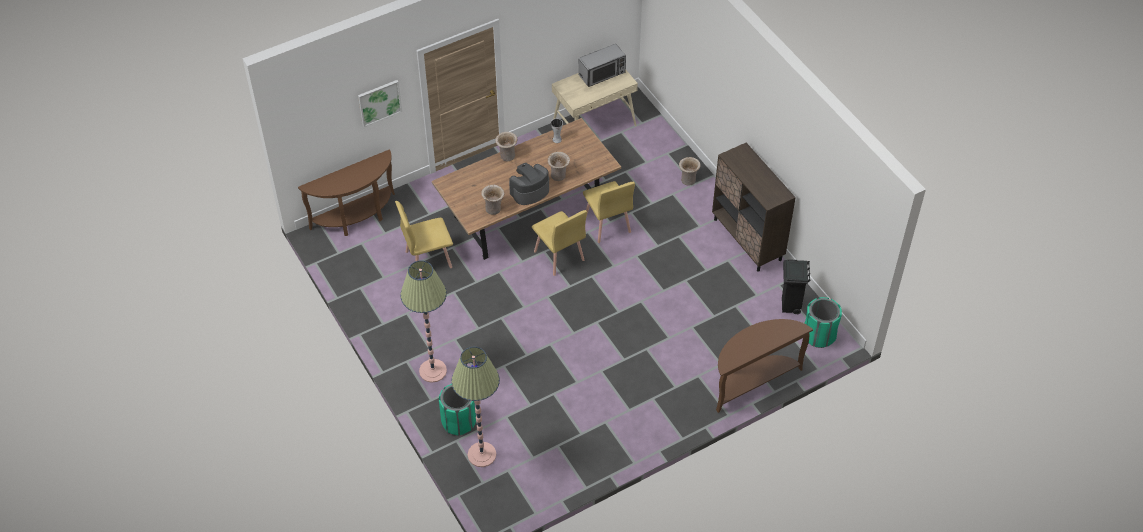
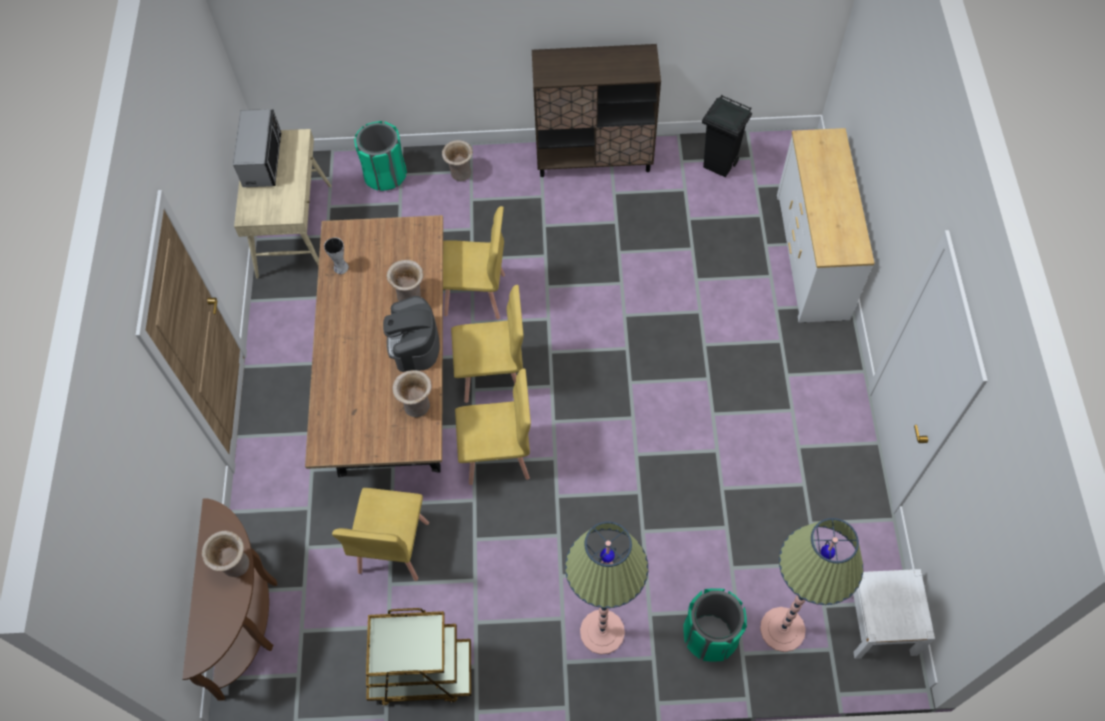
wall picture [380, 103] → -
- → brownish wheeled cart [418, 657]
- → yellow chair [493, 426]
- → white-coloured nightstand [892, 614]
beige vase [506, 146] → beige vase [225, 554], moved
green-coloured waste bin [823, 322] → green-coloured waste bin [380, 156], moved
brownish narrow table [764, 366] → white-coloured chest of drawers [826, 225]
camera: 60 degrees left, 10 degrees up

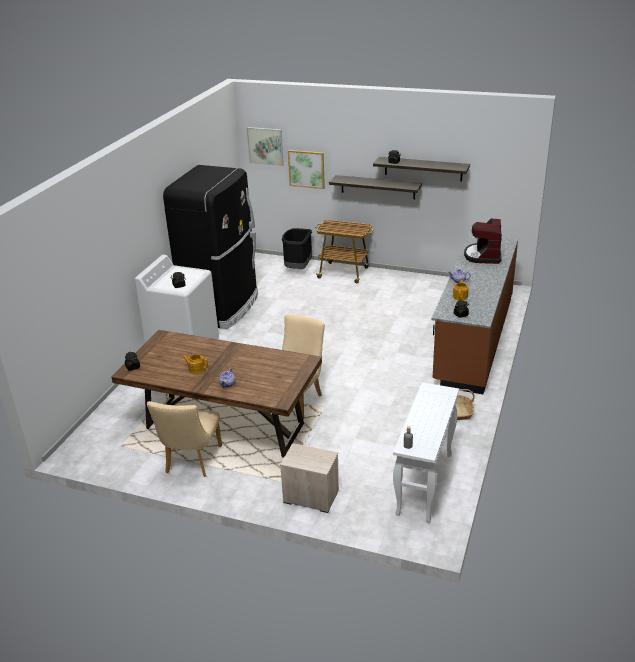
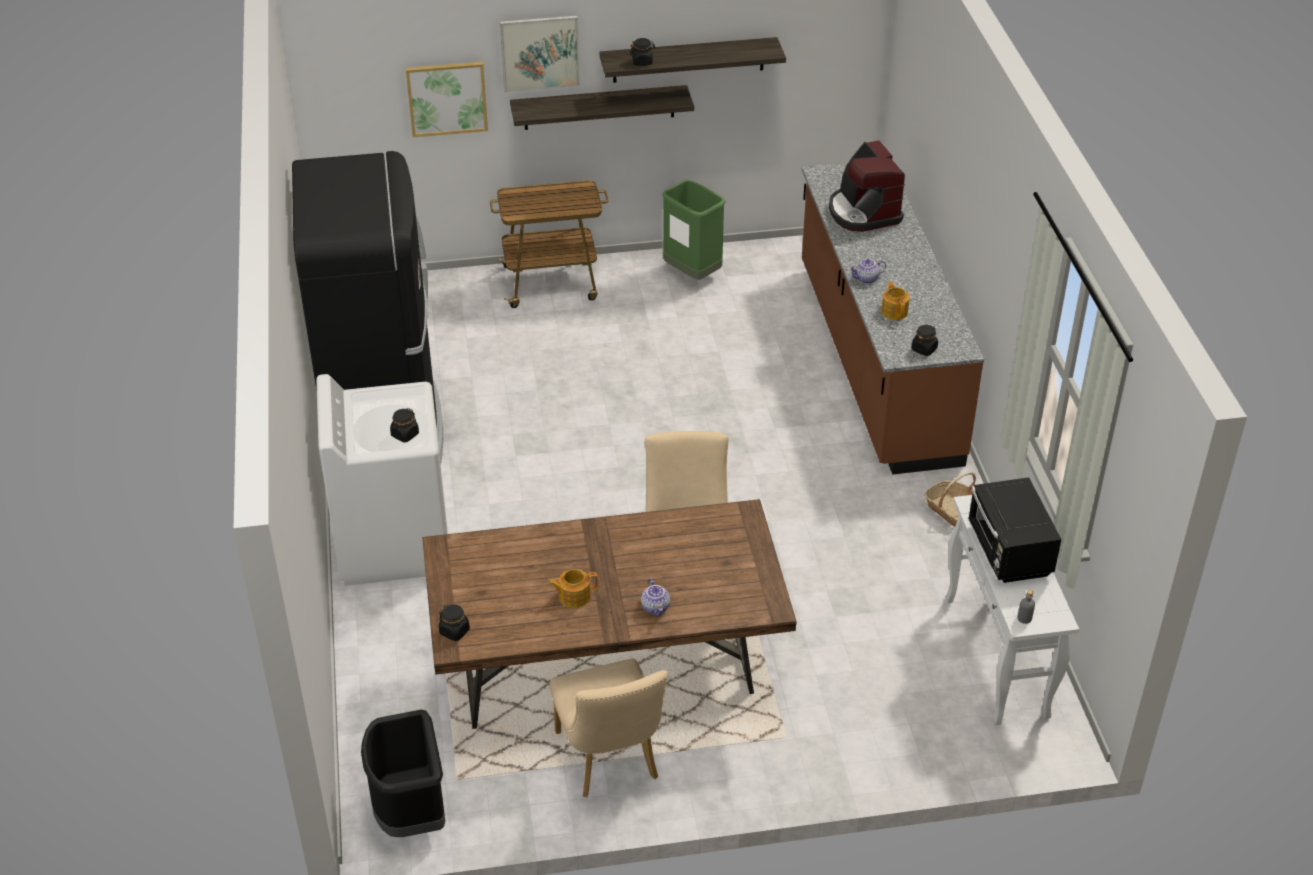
nightstand [309, 478] → -
- → green-coloured waste bin [694, 230]
- → blackish kitchen microwave [1014, 530]
wall picture [265, 146] → wall picture [540, 54], moved
blackish waste bin [297, 248] → blackish waste bin [403, 773], moved
camera: 30 degrees left, 10 degrees up

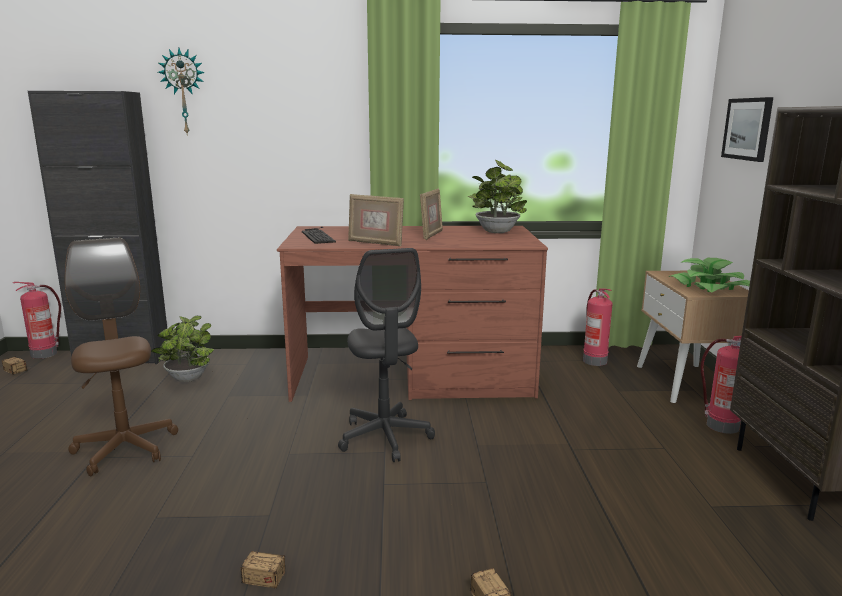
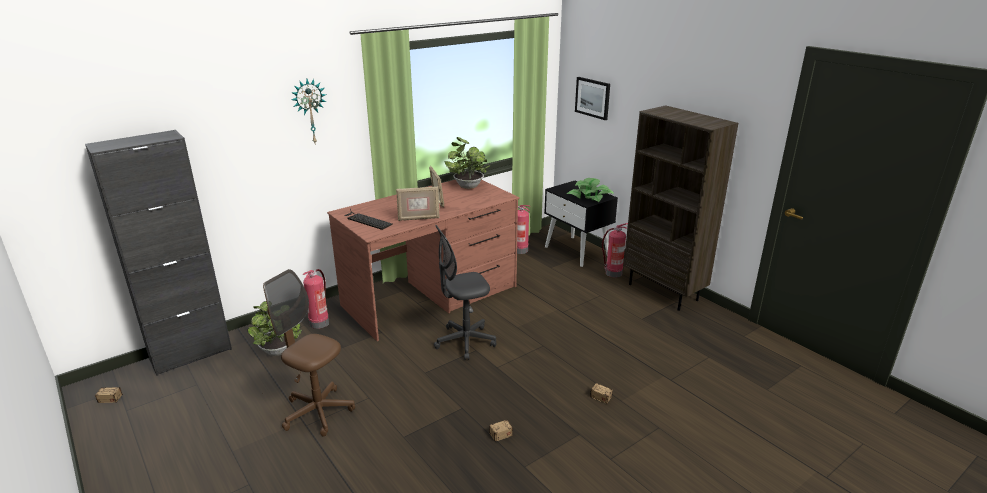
fire extinguisher [37, 320] → fire extinguisher [316, 299], moved
clock on the wall [181, 92] → clock on the wall [308, 112], moved
beige nightstand [693, 337] → blackish nightstand [581, 224]
greyish desk chair [386, 355] → greyish desk chair [465, 292], 120 degrees clockwise
camera: 35 degrees left, 10 degrees up

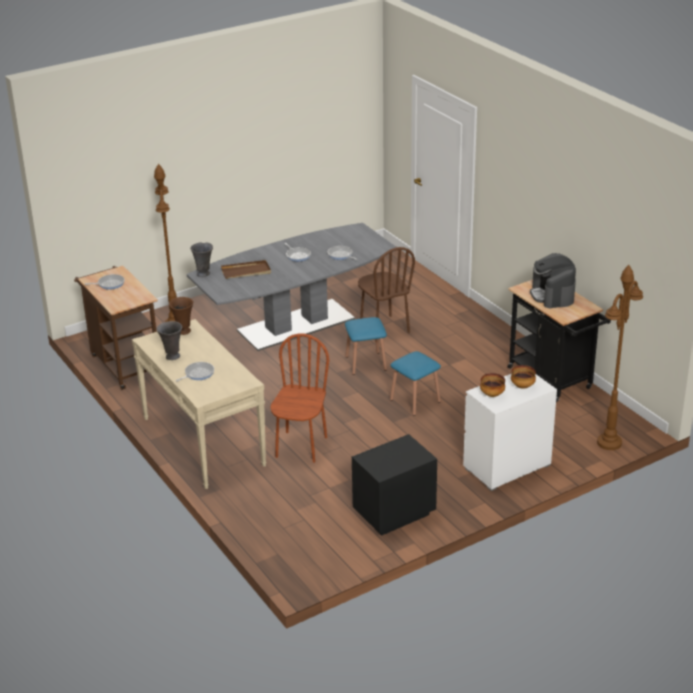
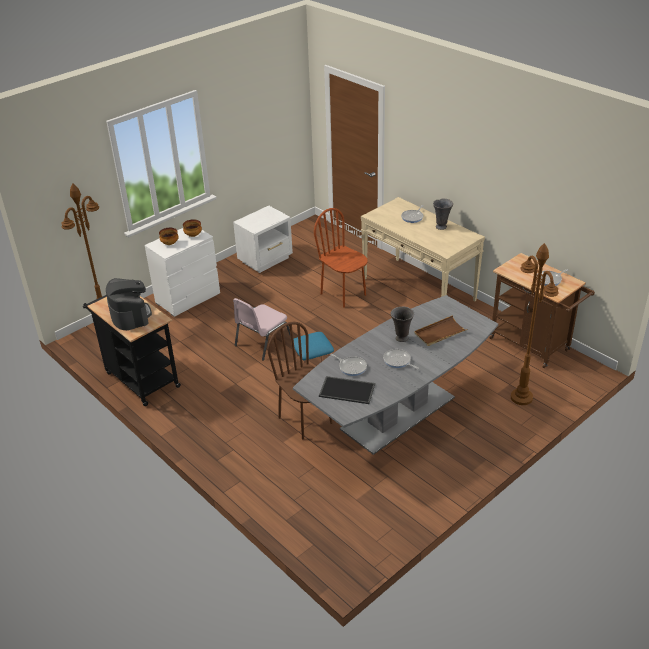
brownish vase [181, 316] → -
- → serving tray [347, 390]
greyish vase [201, 259] → greyish vase [402, 324], moved
blue stool seat [415, 383] → pink chair [262, 329]
blackish nightstand [394, 485] → white-coloured nightstand [263, 239]
brownish chair [299, 398] → brownish chair [341, 258], 135 degrees clockwise
camera: 170 degrees right, 5 degrees up

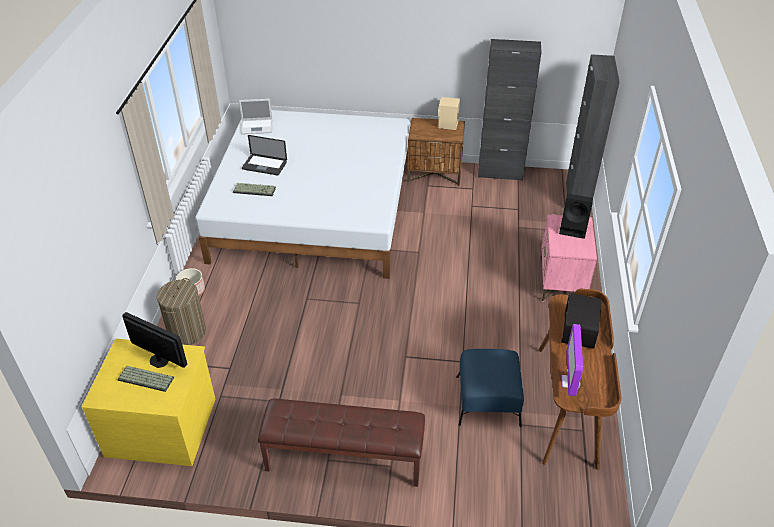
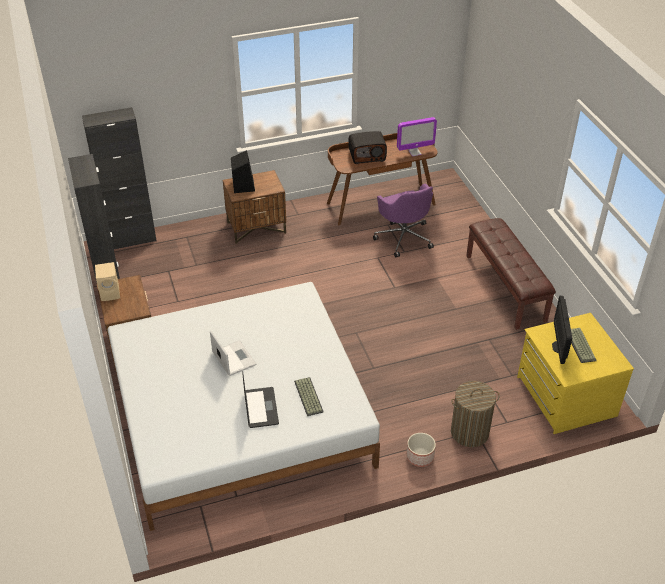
laptop [255, 117] → laptop [233, 353], moved
blue ottoman [490, 388] → purple-coloured desk chair [403, 221]
pink nightstand [568, 257] → brownish nightstand [254, 207]
camera: 115 degrees left, 0 degrees up

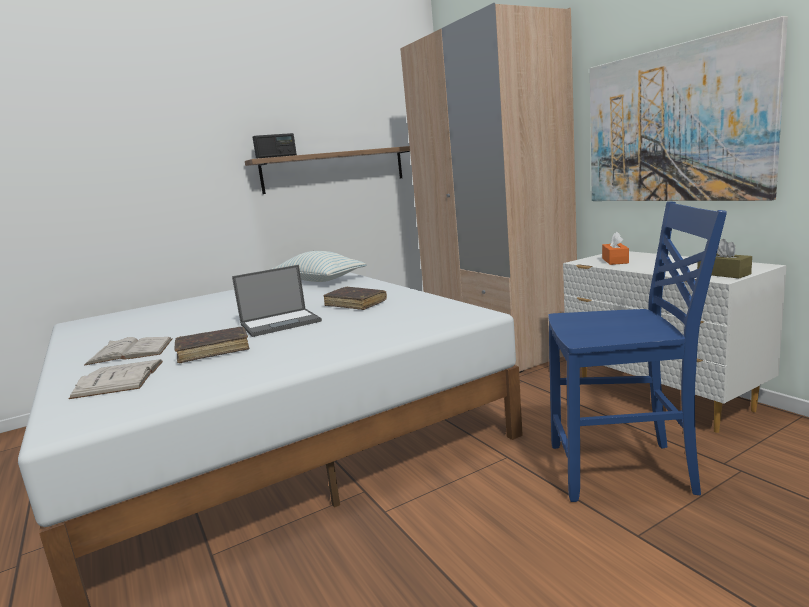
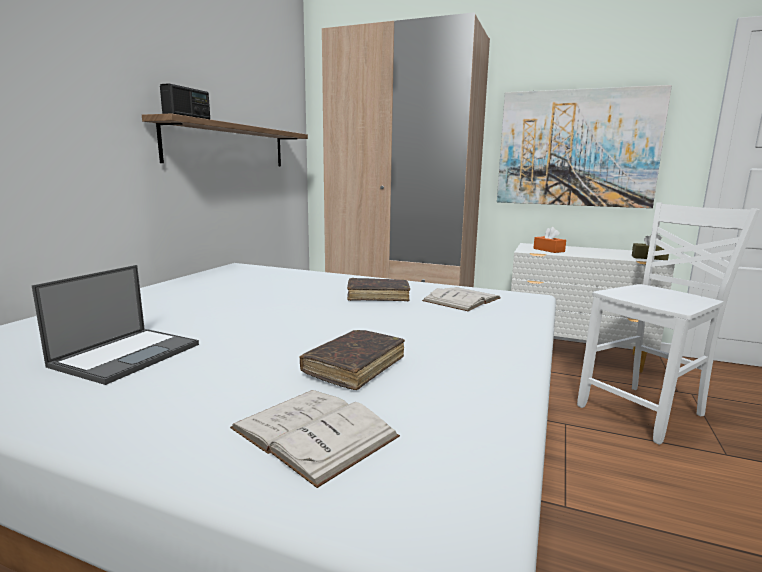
cushion [318, 266] → -
white-coloured book [128, 351] → white-coloured book [461, 299], moved
laptop [277, 301] → laptop [115, 325], moved
blue chair [637, 351] → white-coloured chair [668, 323]
camera: 40 degrees left, 0 degrees up

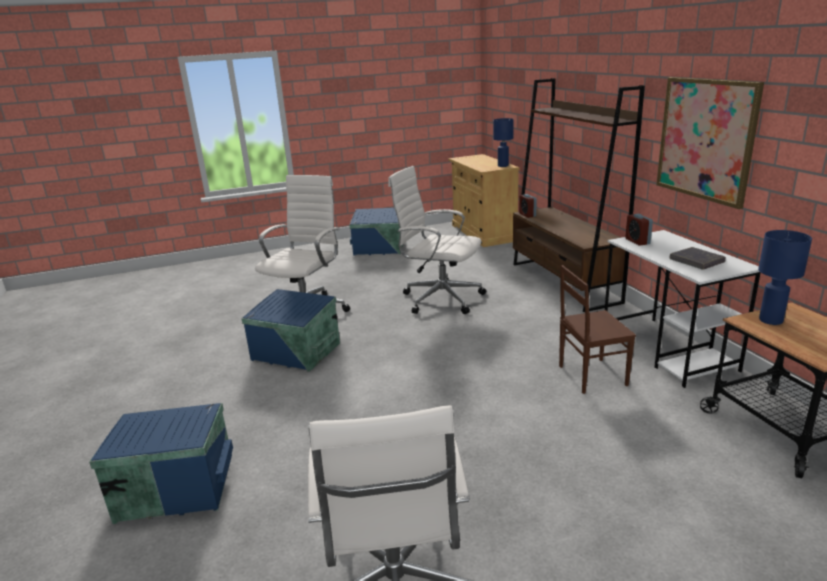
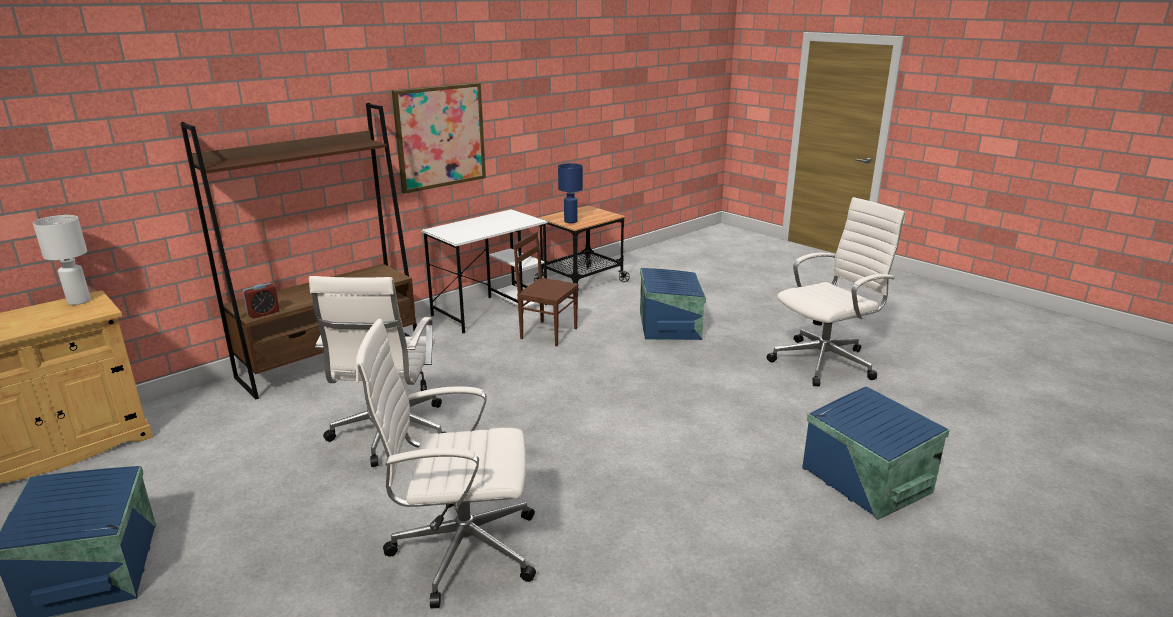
alarm clock [639, 230] → -
greyish book [697, 258] → -
blue storage box [290, 330] → blue storage box [673, 304], moved
blue table lamp [503, 142] → white-coloured table lamp [62, 260]
brownish chair [597, 329] → brownish chair [546, 289], 150 degrees clockwise
camera: 115 degrees left, 0 degrees up

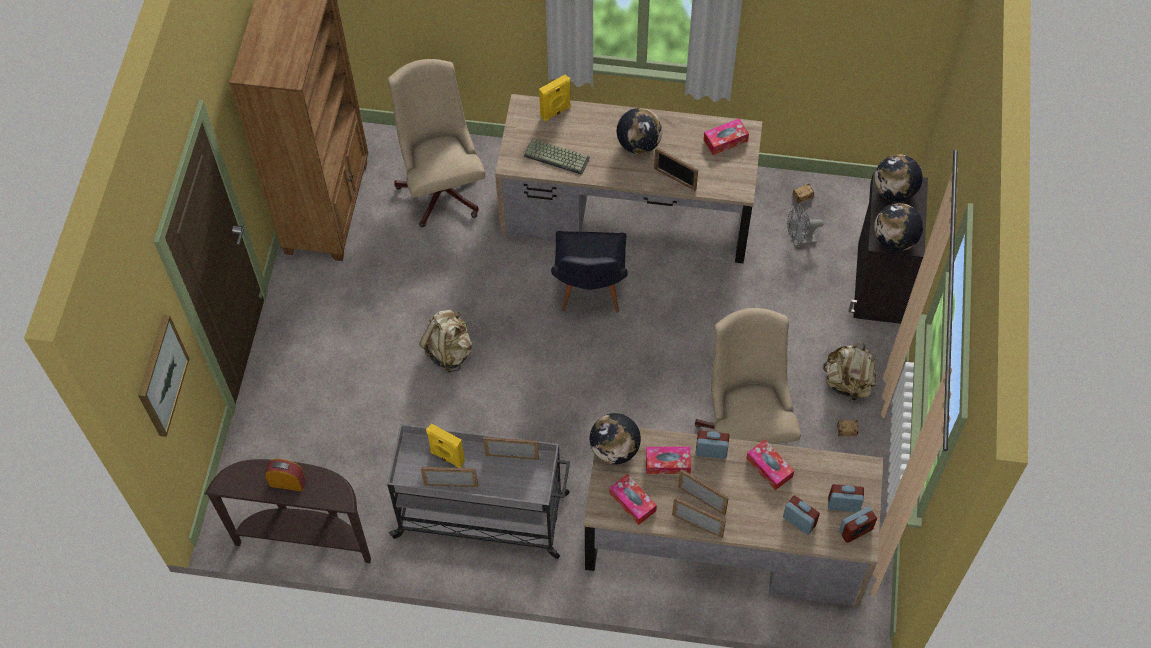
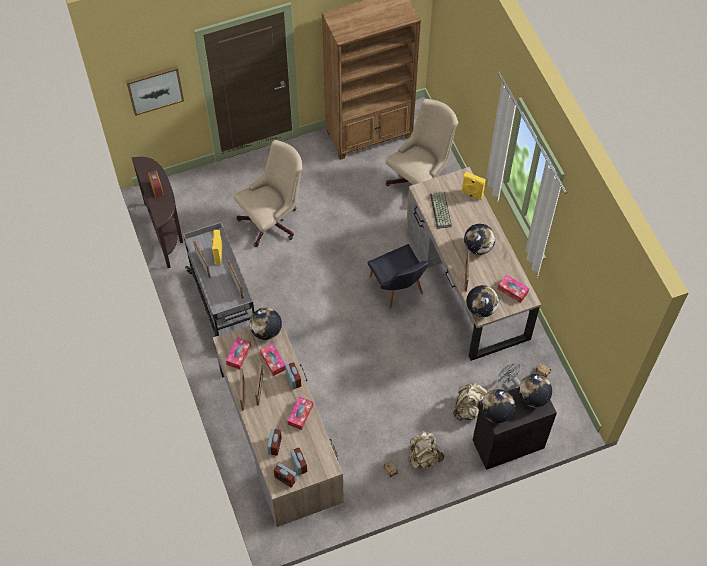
- → desk globe [482, 301]
beige backpack [445, 341] → beige backpack [470, 401], moved
beige desk chair [748, 376] → beige desk chair [268, 193], moved
blackish chair [589, 272] → blackish chair [398, 276], 90 degrees counterclockwise
camera: 60 degrees right, 0 degrees up

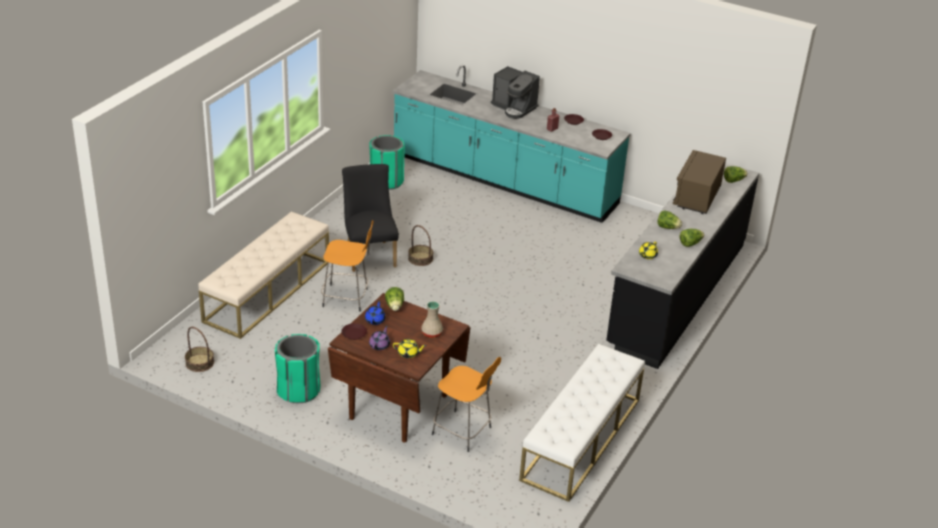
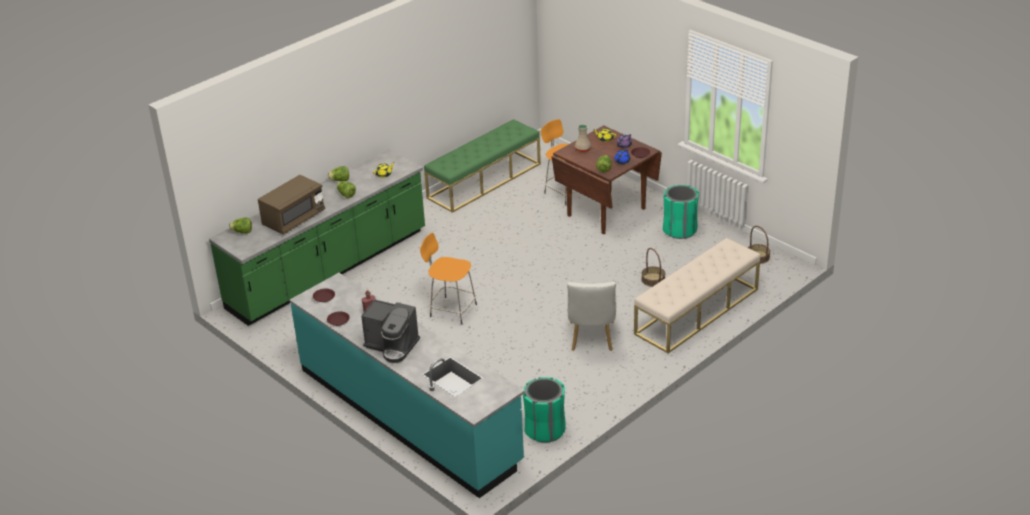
orangey stool seat [347, 265] → orangey stool seat [448, 279], moved
household basket [420, 245] → household basket [653, 267], moved
blackish chair [370, 218] → white-coloured chair [591, 316]
white-coloured long seat [582, 423] → green-coloured long seat [482, 166]
blackish kitchen base unit [682, 266] → green-coloured kitchen base unit [317, 237]
coffee machine [515, 92] → coffee machine [390, 331], 150 degrees clockwise
camera: 160 degrees left, 0 degrees up

